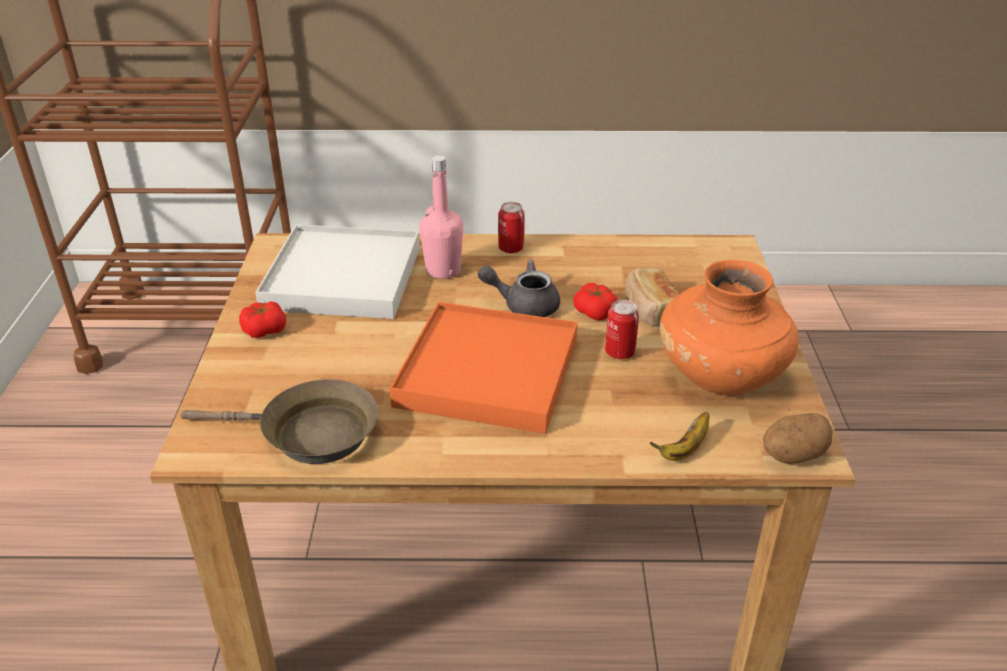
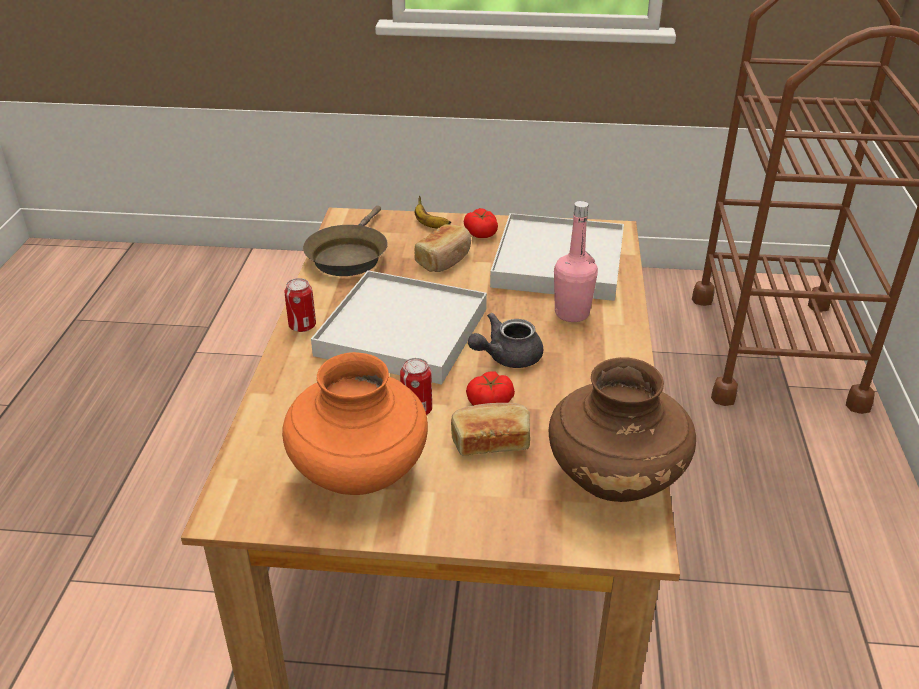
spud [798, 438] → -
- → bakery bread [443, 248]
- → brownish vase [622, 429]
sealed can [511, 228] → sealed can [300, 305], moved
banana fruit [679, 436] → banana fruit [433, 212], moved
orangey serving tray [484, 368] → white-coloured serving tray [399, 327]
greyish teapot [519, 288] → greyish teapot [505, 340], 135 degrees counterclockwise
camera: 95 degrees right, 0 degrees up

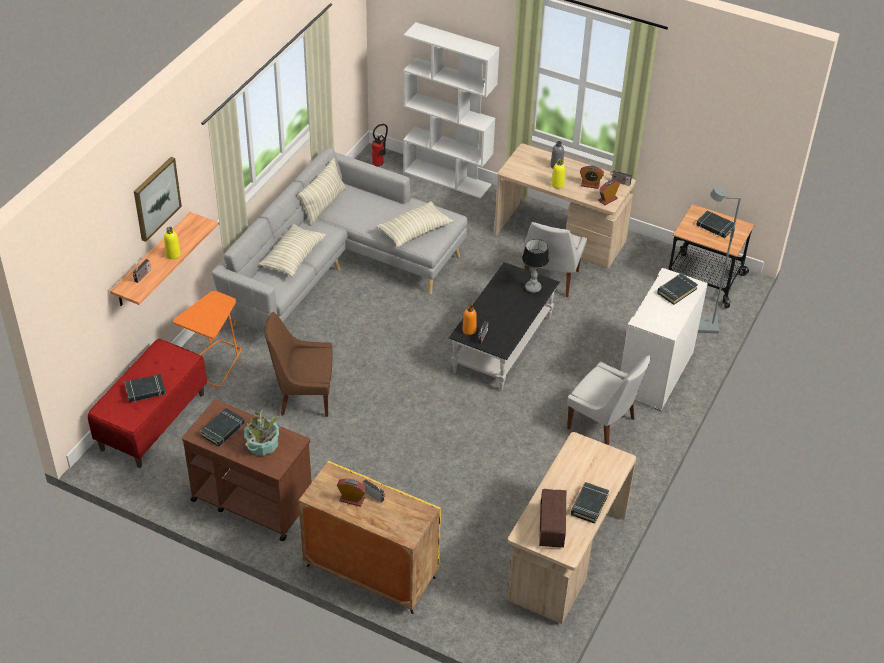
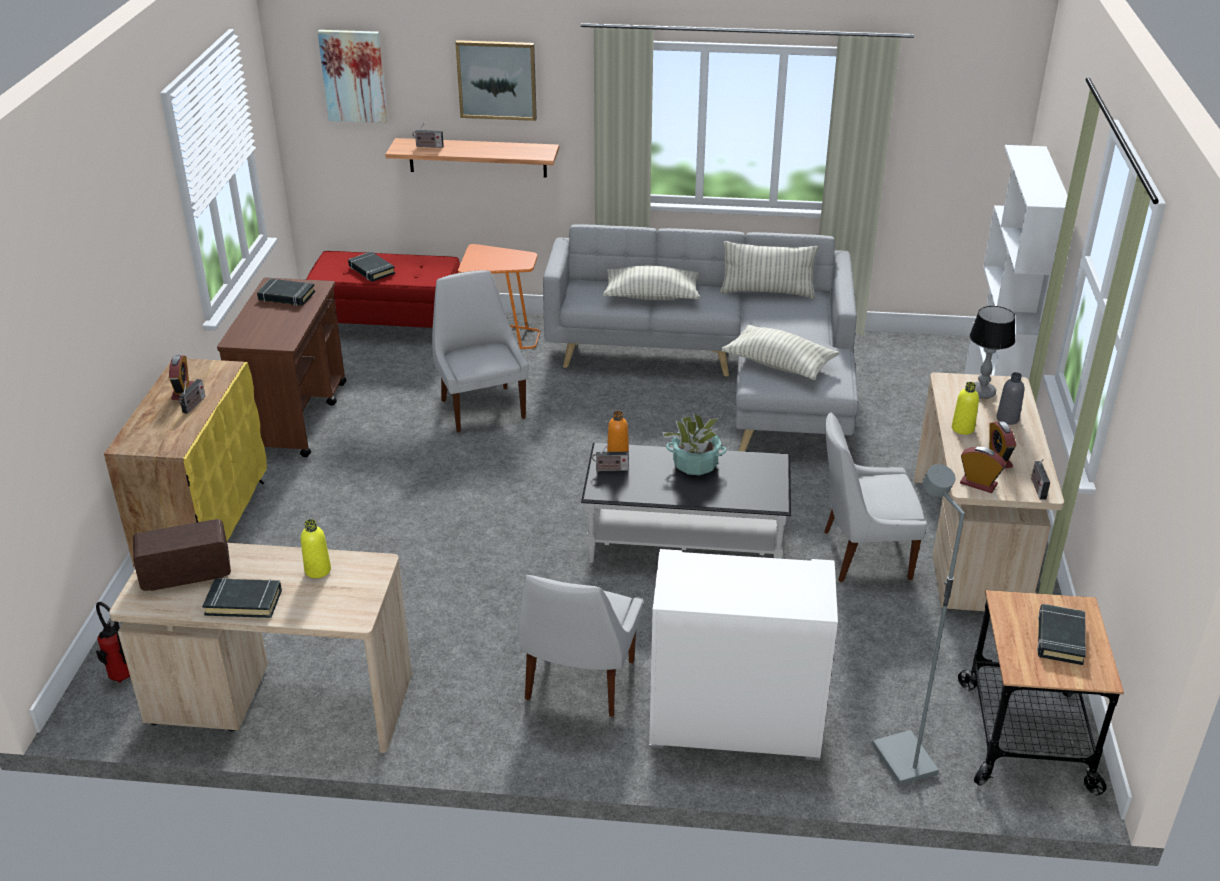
blackish book [677, 289] → -
- → wall picture [353, 76]
yellow bottle [172, 243] → yellow bottle [316, 548], moved
potted plant [262, 432] → potted plant [694, 444], moved
fire extinguisher [380, 145] → fire extinguisher [113, 642], moved
table lamp [536, 266] → table lamp [992, 352], moved
brownish chair [298, 364] → white-coloured chair [480, 351]
camera: 70 degrees right, 10 degrees down

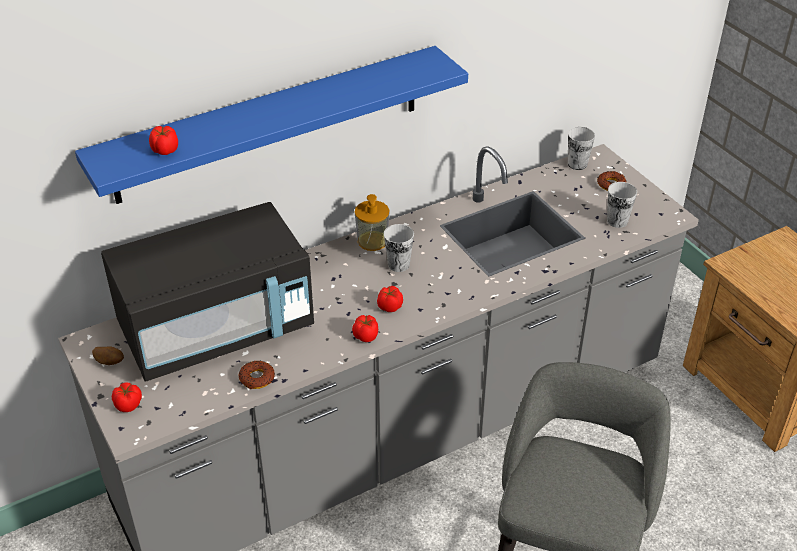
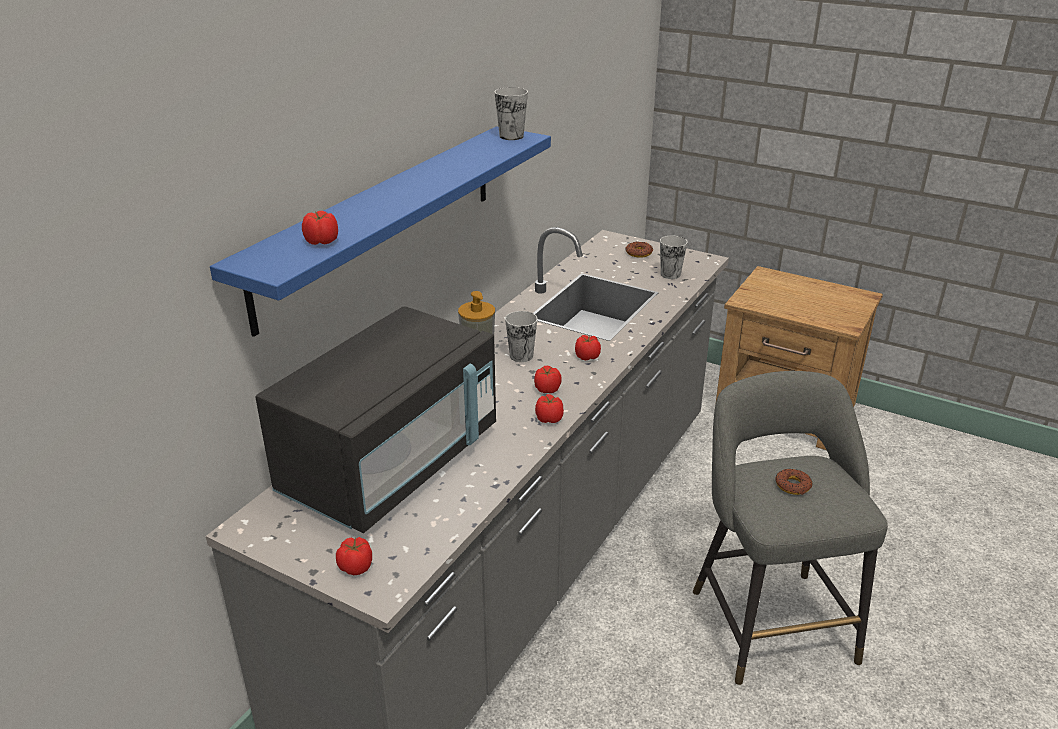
spud [108, 355] → -
- → fresh tomato [588, 347]
ring doughnut [257, 375] → ring doughnut [794, 482], moved
drinking cup [581, 148] → drinking cup [511, 113], moved
camera: 30 degrees left, 10 degrees down

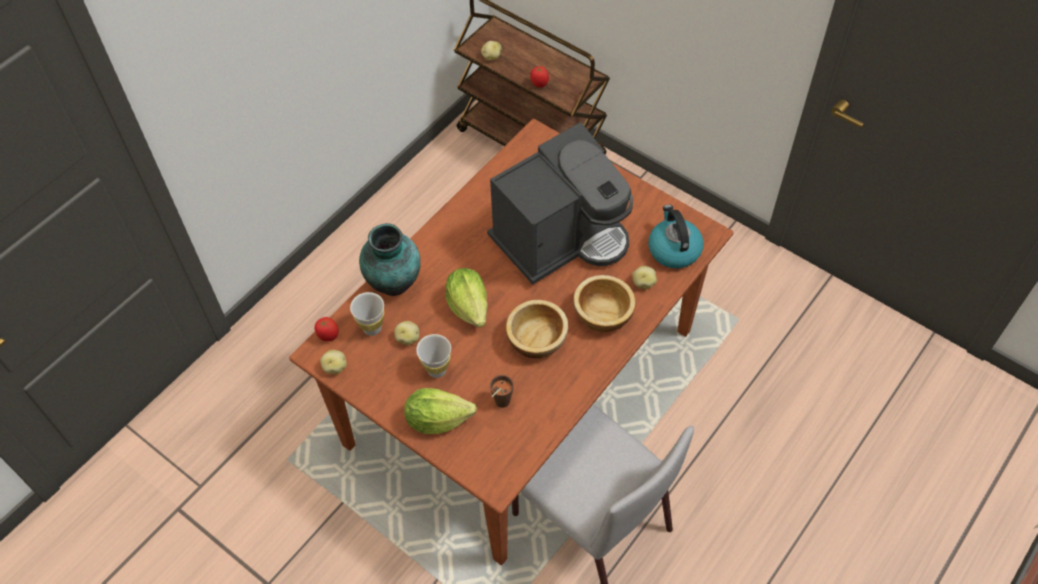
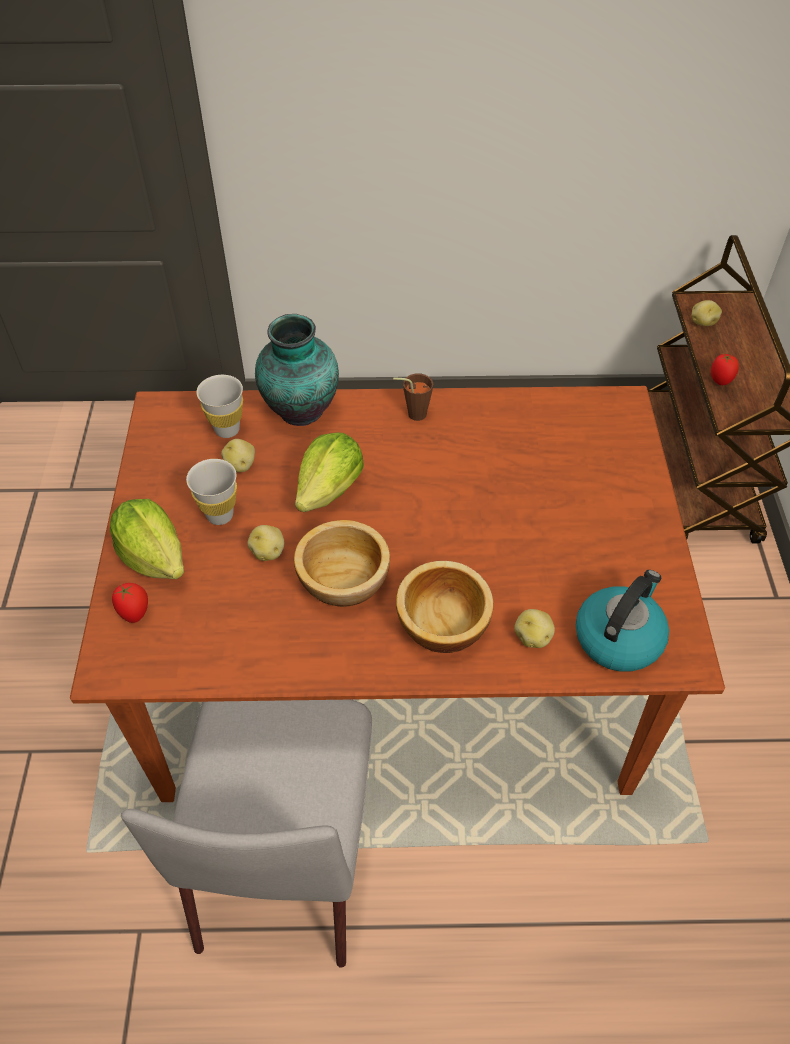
coffee machine [560, 203] → -
fresh tomato [326, 329] → fresh tomato [130, 603], moved
spud [333, 362] → spud [266, 543], moved
brownish drinking cup [502, 391] → brownish drinking cup [413, 397], moved
camera: 50 degrees right, 5 degrees down

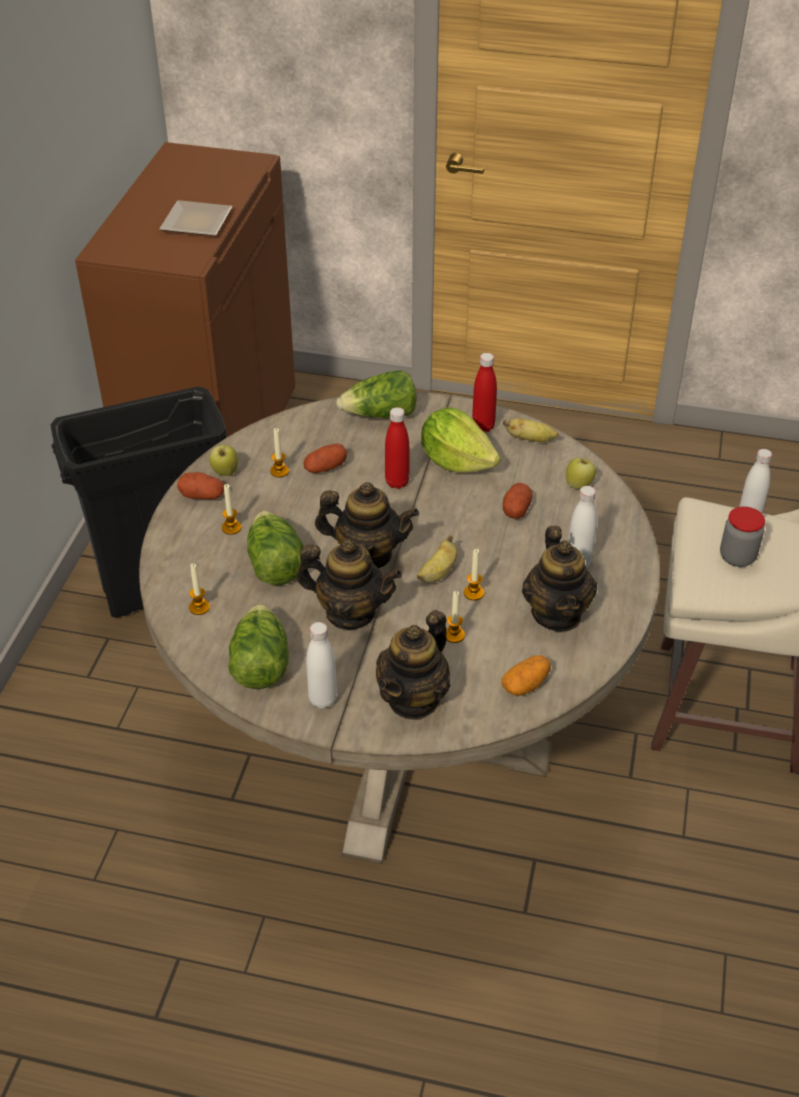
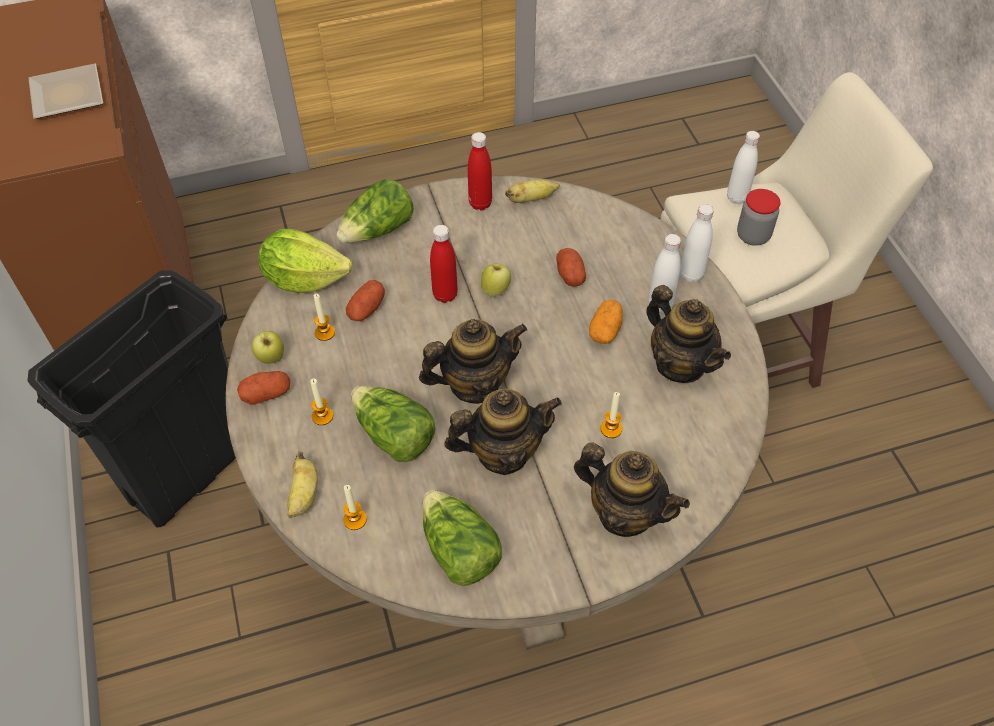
wax light [474, 575] → -
white-coloured bottle [321, 665] → white-coloured bottle [697, 243], moved
banana fruit [437, 559] → banana fruit [302, 484], moved
head of lettuce [461, 440] → head of lettuce [305, 261], moved
spud [526, 675] → spud [605, 322], moved
apple fruit [581, 473] → apple fruit [496, 279], moved
teapot [413, 665] → teapot [632, 490], 60 degrees counterclockwise
camera: 30 degrees left, 10 degrees up

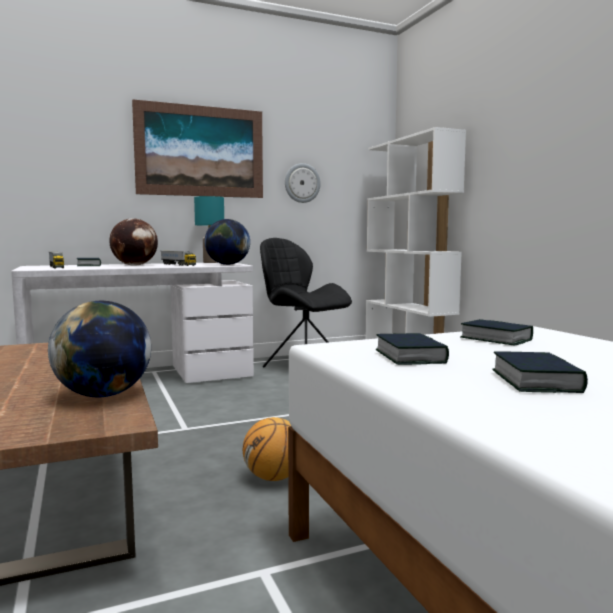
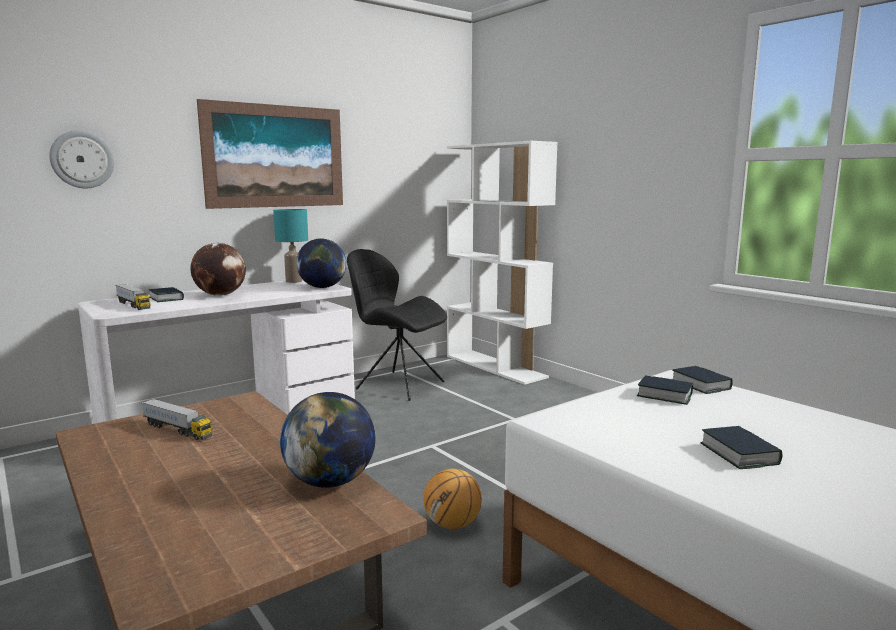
model truck [178, 258] → model truck [177, 419], moved
clock on the wall [303, 183] → clock on the wall [81, 159], moved
book [412, 349] → book [702, 380], moved
camera: 15 degrees left, 5 degrees up

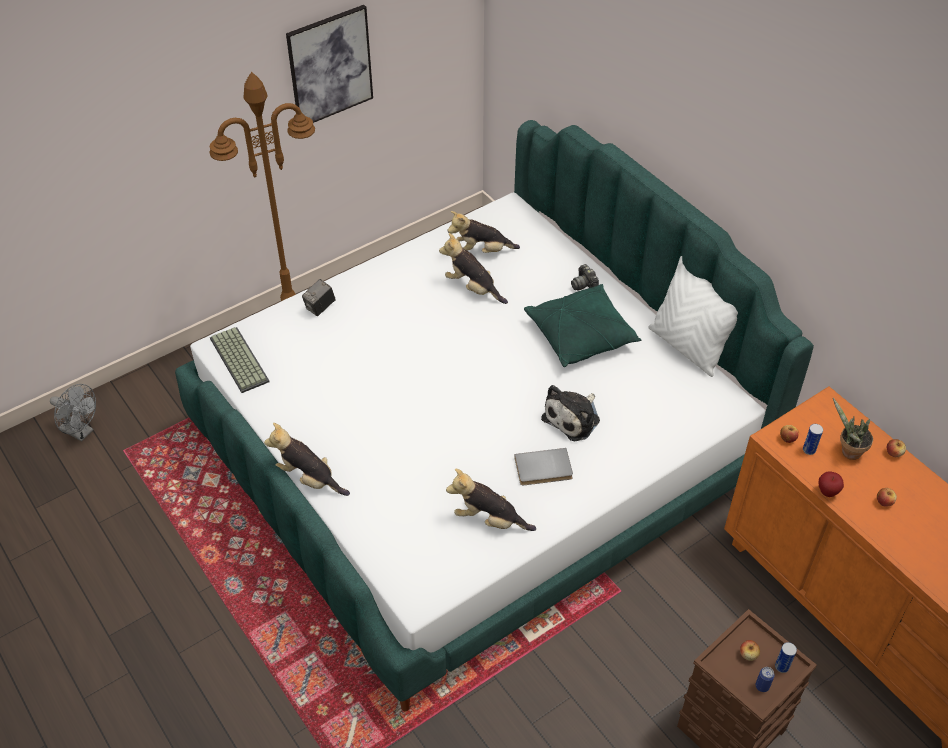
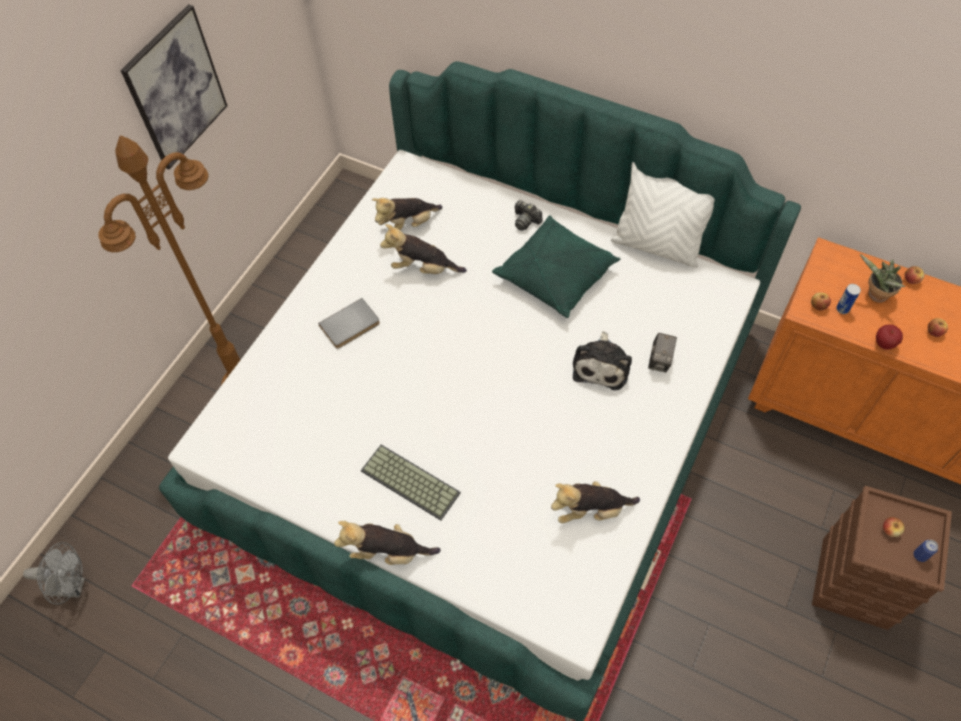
sealed can [786, 657] → -
computer keyboard [240, 360] → computer keyboard [411, 482], moved
photo camera [319, 297] → photo camera [662, 352], moved
greyish book [543, 466] → greyish book [349, 323], moved
camera: 25 degrees left, 10 degrees up

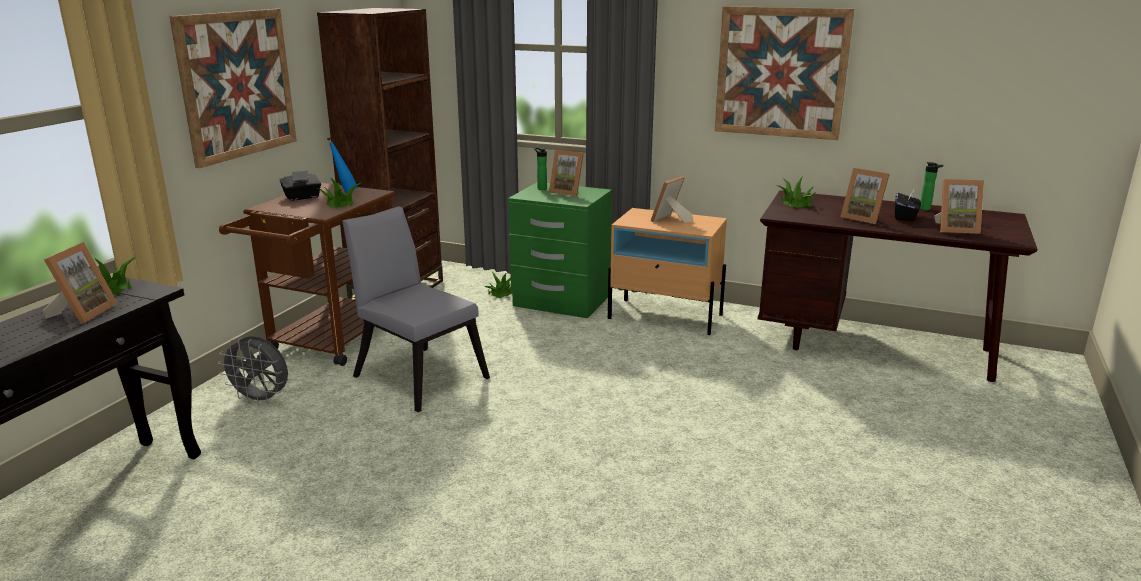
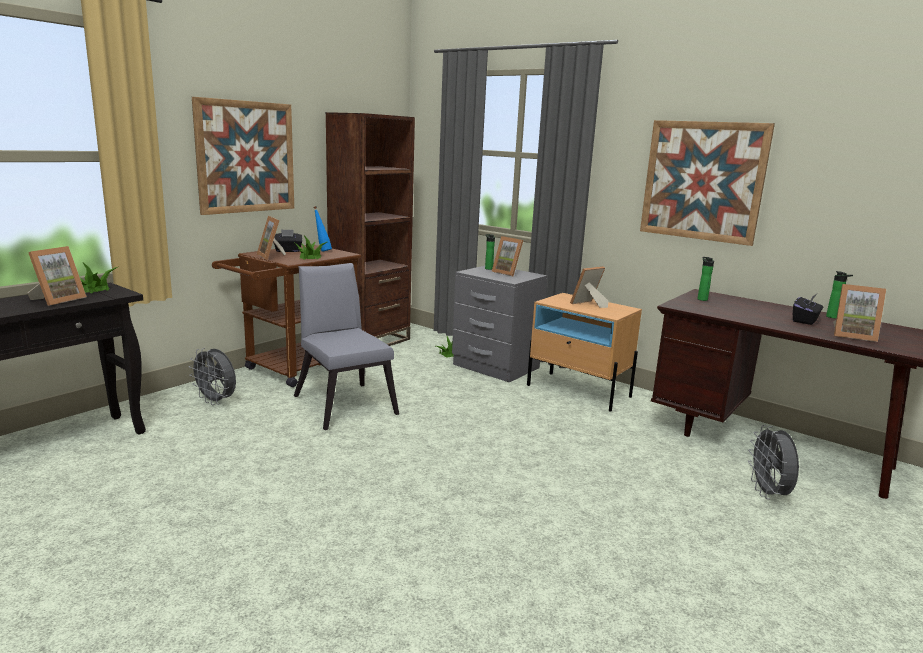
- → greyish cooling fan [773, 462]
photo frame [865, 196] → photo frame [271, 238], moved
potted plant [796, 192] → bottle [705, 279]
green-coloured nightstand [560, 250] → greyish nightstand [499, 324]
camera: 15 degrees right, 5 degrees down

